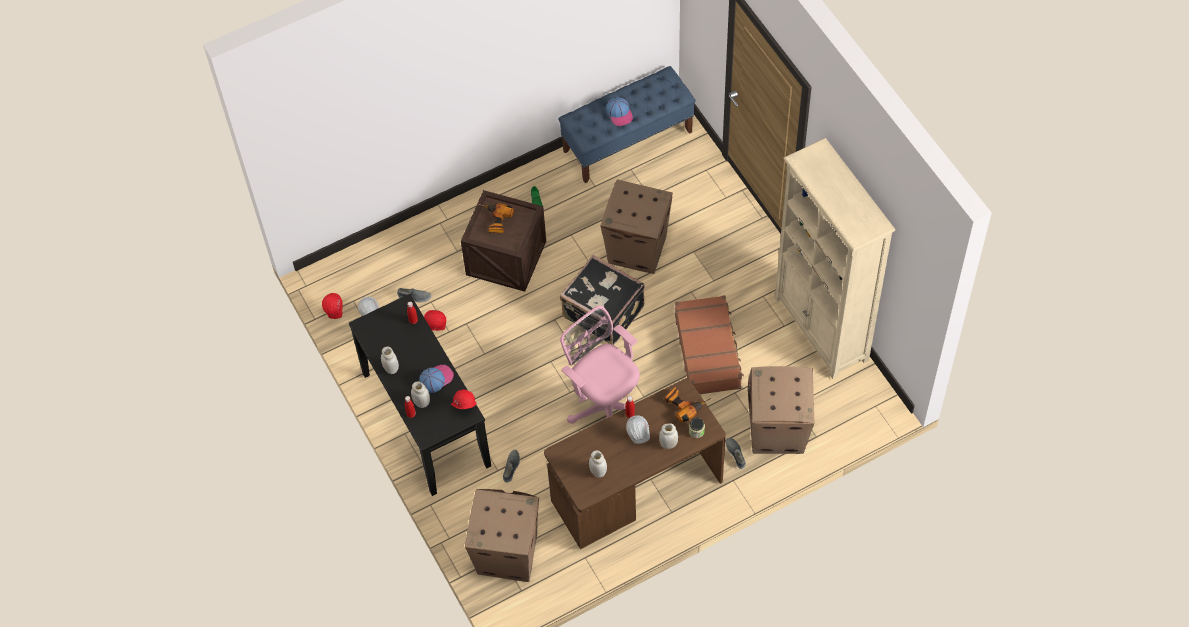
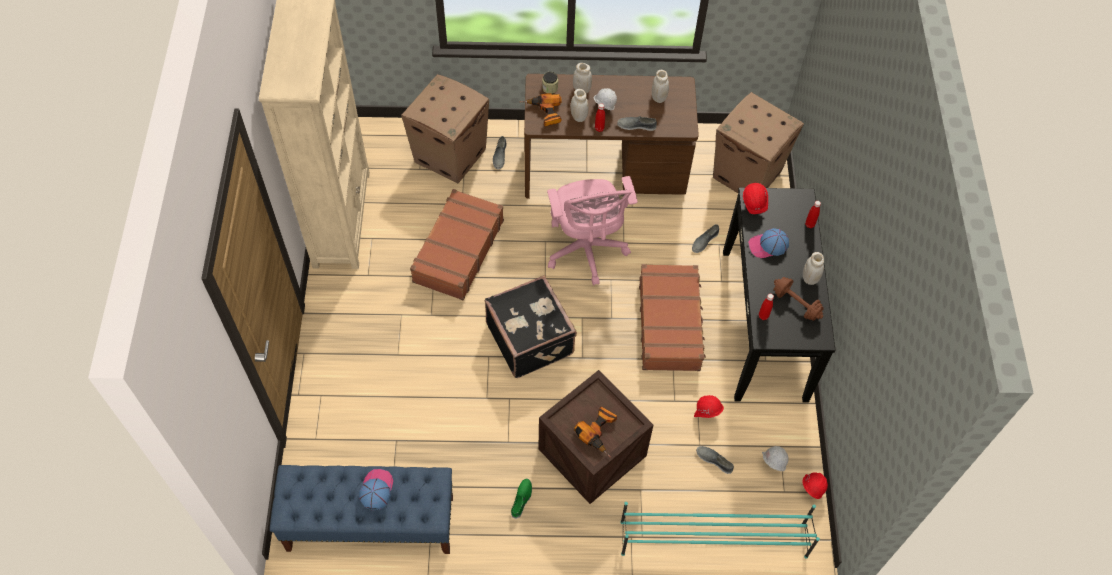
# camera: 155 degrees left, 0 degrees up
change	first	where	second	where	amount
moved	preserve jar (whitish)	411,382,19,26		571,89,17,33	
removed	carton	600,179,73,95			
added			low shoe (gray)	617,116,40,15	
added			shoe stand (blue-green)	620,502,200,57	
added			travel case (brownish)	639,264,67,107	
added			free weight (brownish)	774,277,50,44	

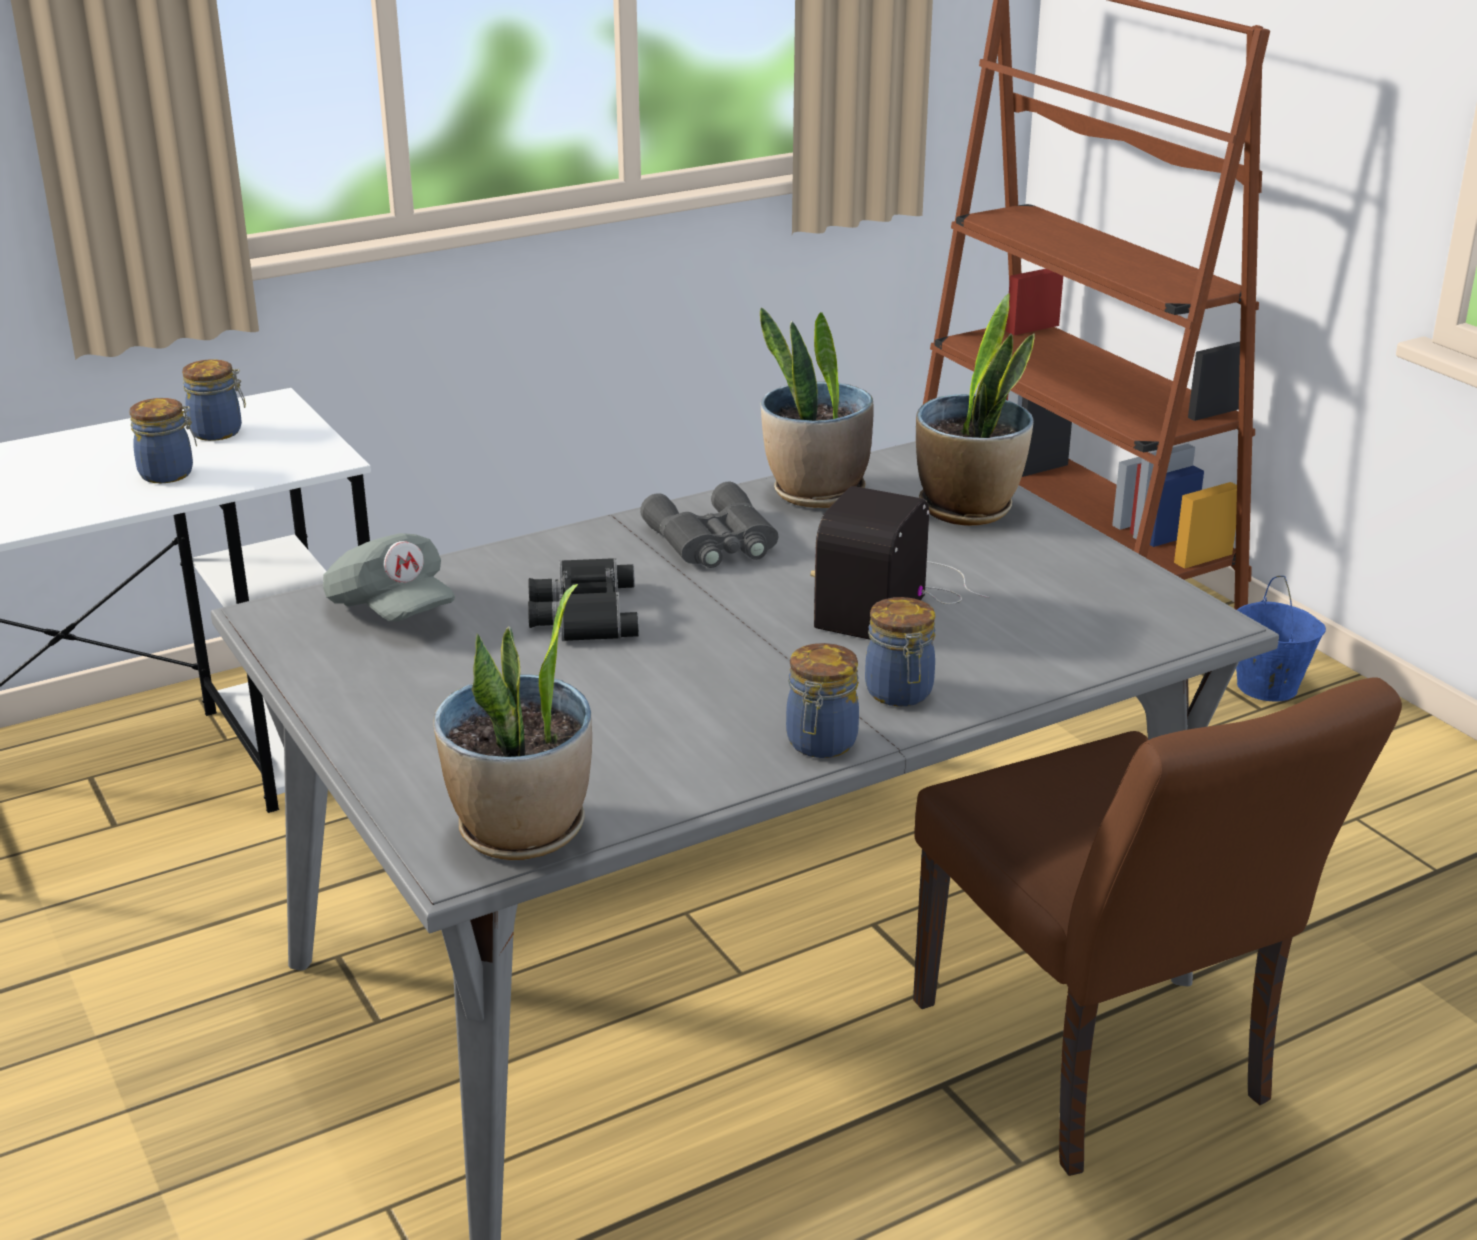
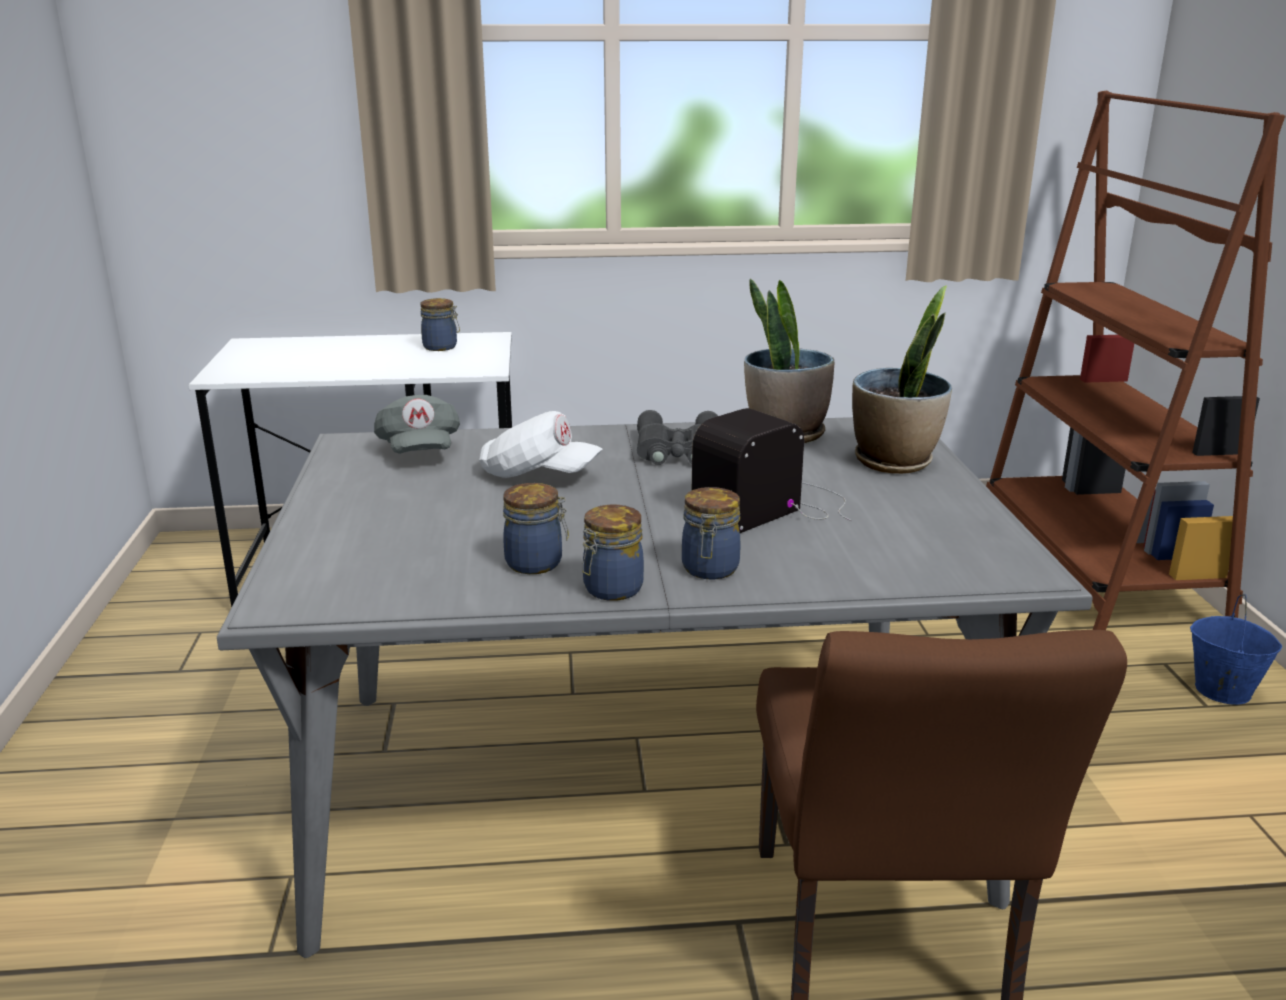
# camera: 25 degrees right, 5 degrees down
change	first	where	second	where	amount
moved	preserve jar	129,398,68,85		503,483,66,91	
removed	houseplant	433,584,159,276			
replaced	pair of binoculars (black)	528,558,111,83	cap (whitish)	479,411,124,67	

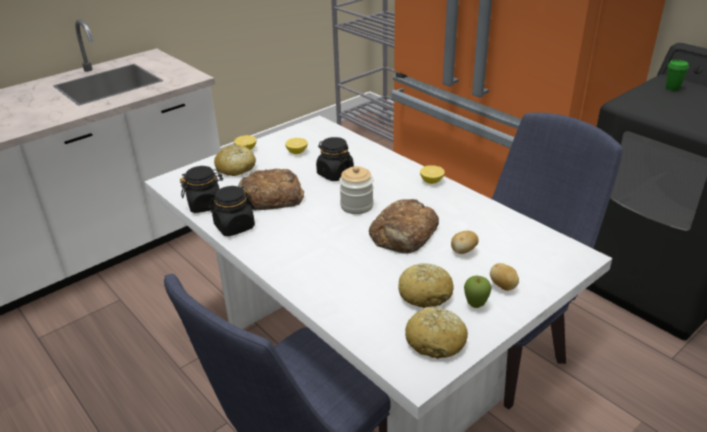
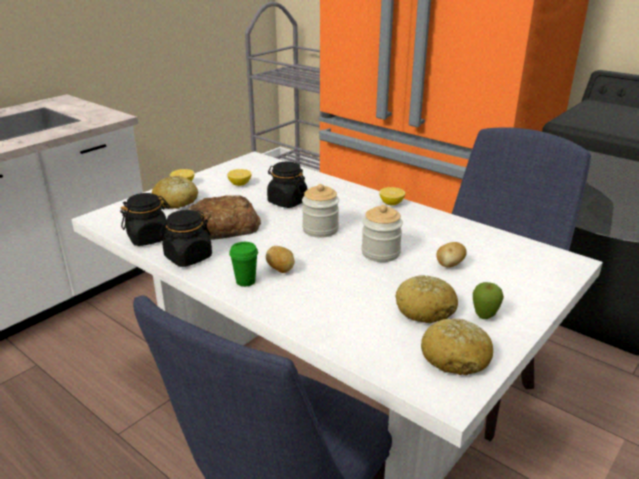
# camera: 10 degrees left, 5 degrees down
change	first	where	second	where	amount
replaced	baked bread	369,199,70,55	preserve jar	361,205,42,57	
moved	potato	490,263,29,28		266,246,29,27	
moved	cup (greenish)	666,60,23,31		229,242,29,45	

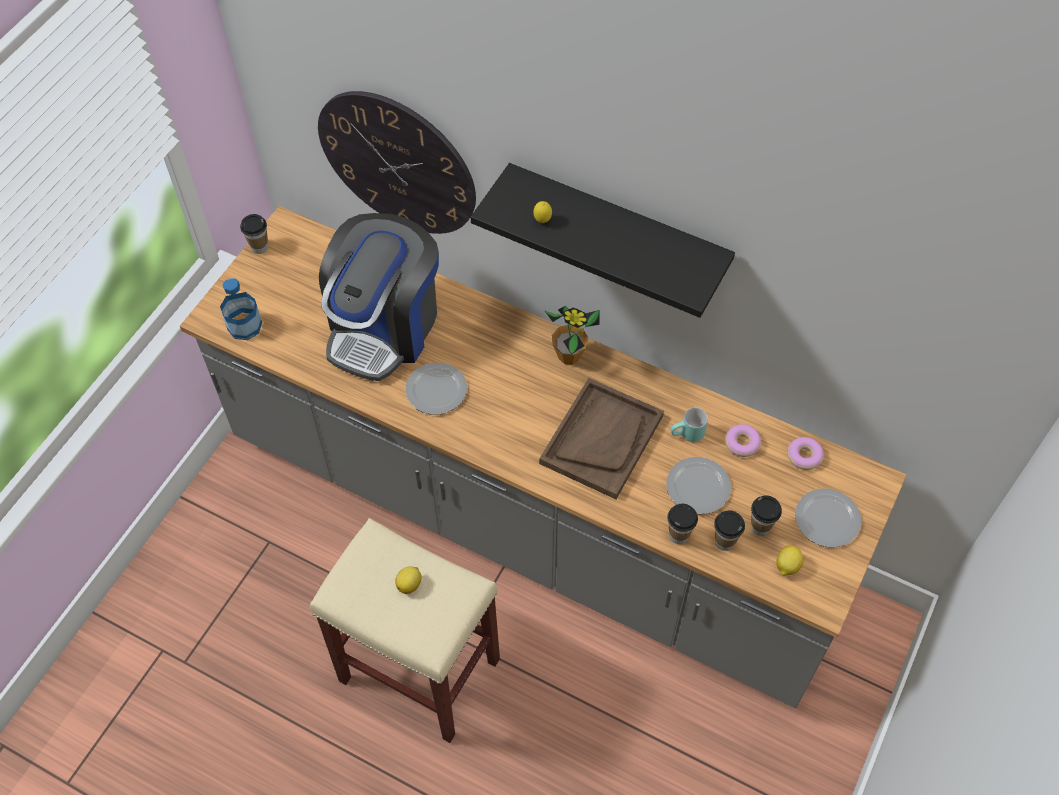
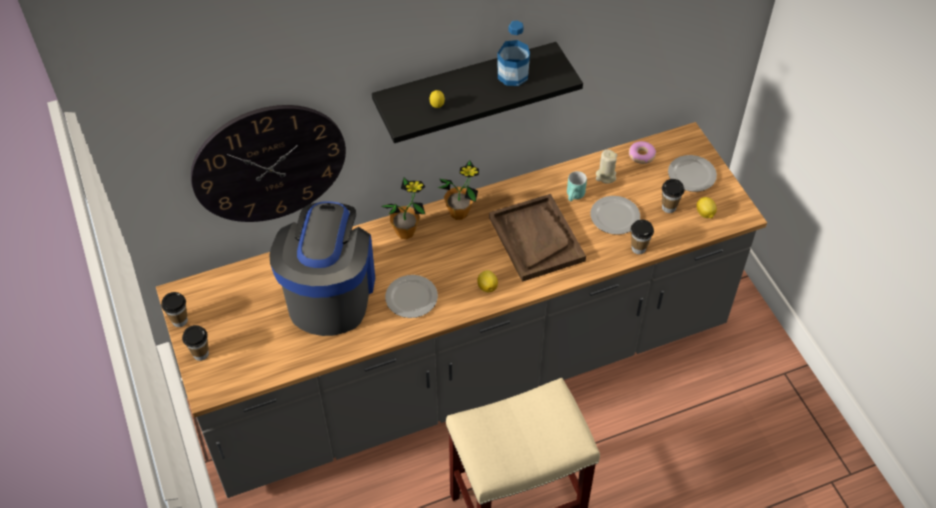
# camera: 50 degrees left, 5 degrees down
change	first	where	second	where	amount
moved	bottle	220,278,42,62		498,20,32,66	
turned	coffee machine	319,213,120,168		269,201,106,135	150 degrees counterclockwise
moved	citrus fruit	395,566,26,28		478,270,20,22	
moved	cup	714,510,31,41		182,325,27,36	
replaced	doughnut	725,424,36,33	wax light (beige-coloured)	596,149,21,35	
added			houseplant	381,178,44,61	

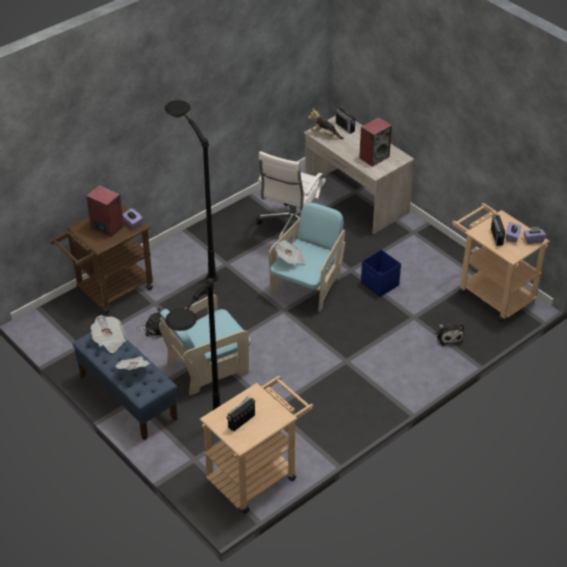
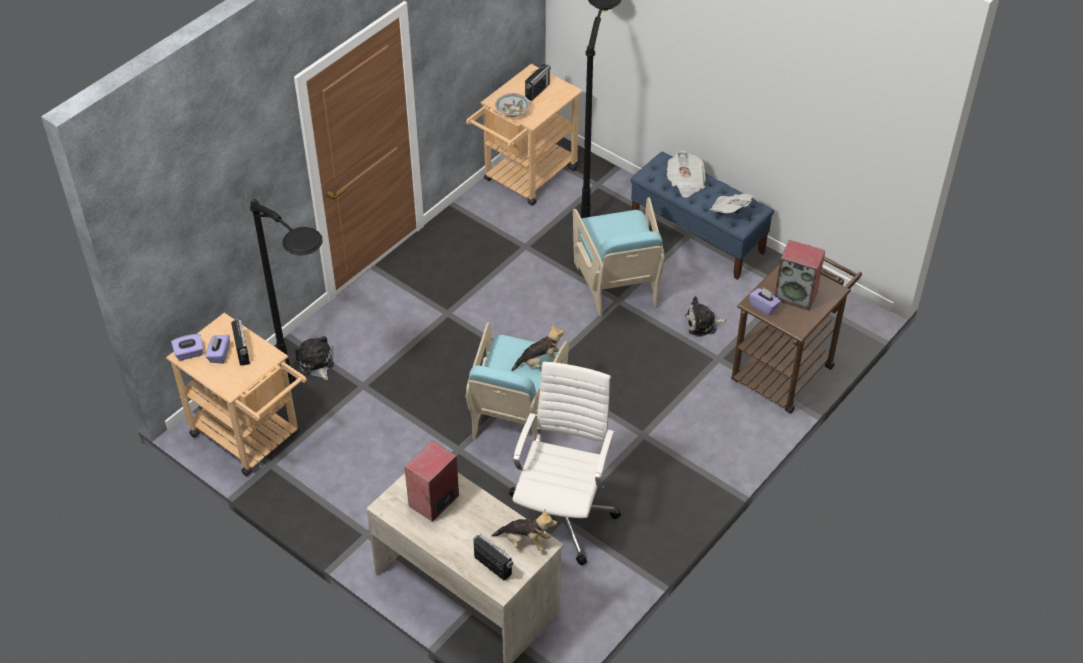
# camera: 170 degrees right, 5 degrees up
change	first	where	second	where	amount
turned	armchair (blue-green)	159,294,92,101		573,197,91,120	120 degrees clockwise
moved	standing lamp (black)	165,100,53,182		250,199,73,185	
replaced	printed paper	273,240,33,25	plush toy	511,324,53,47	
removed	storage bin (bluish)	361,249,40,48			
added			serving bowl	495,93,35,24	

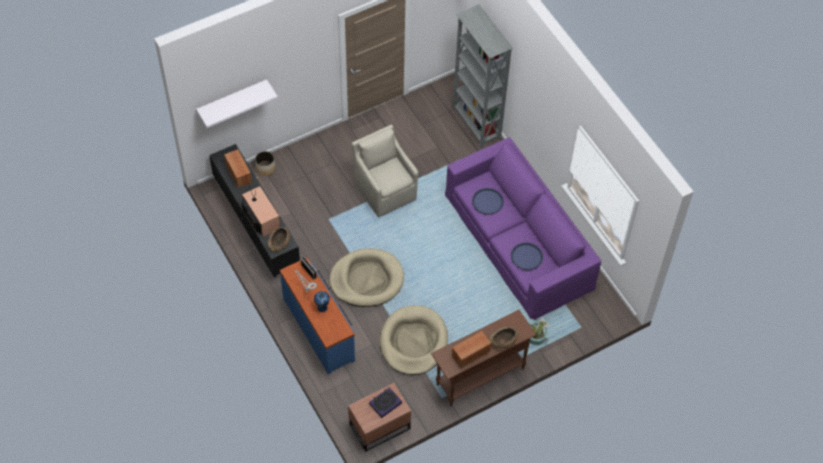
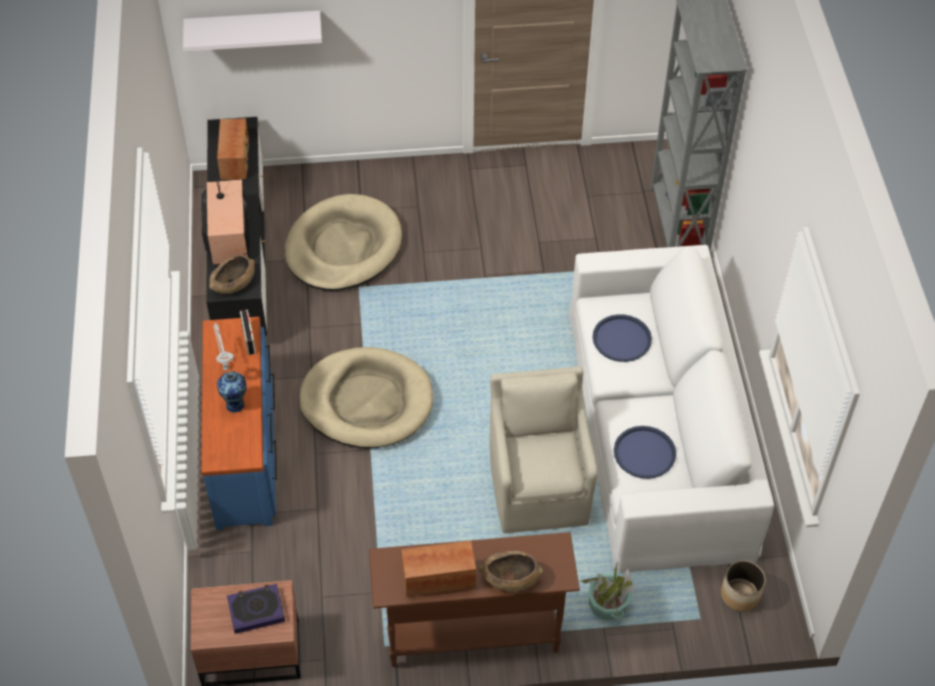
# camera: 25 degrees right, 5 degrees down
change	first	where	second	where	amount
moved	flower pot	255,151,20,25		721,561,45,51	
moved	armchair (beige-coloured)	352,125,66,92		490,366,108,167	
moved	dog bed (beige-coloured)	380,305,68,70		285,194,117,97	
recoloured	settee (purple)	445,137,156,183	settee (whitish)	568,245,206,329	

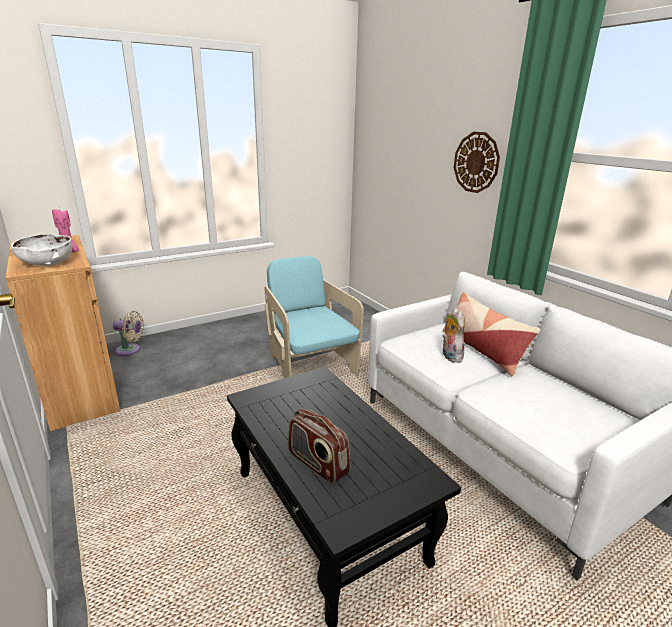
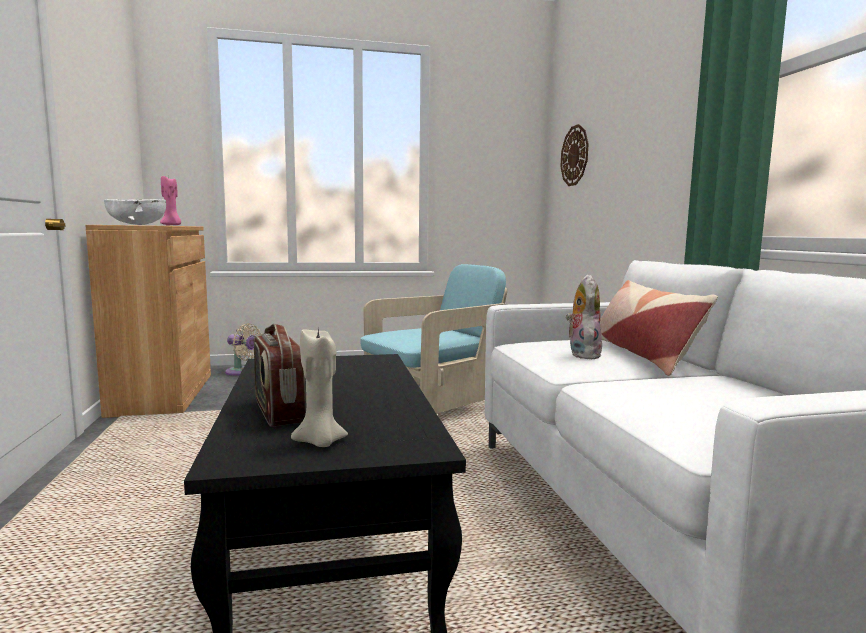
# camera: 20 degrees right, 15 degrees down
change	first	where	second	where	amount
turned	armchair (blue-green)	265,256,99,122		360,264,147,150	60 degrees clockwise
moved	hanging clock	454,132,46,61		560,124,29,62	
added			wax light (beige-coloured)	291,328,57,119	

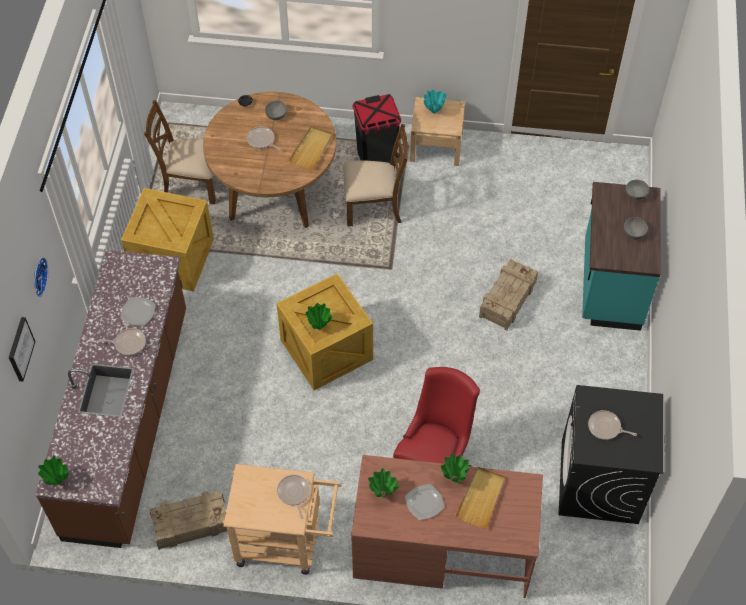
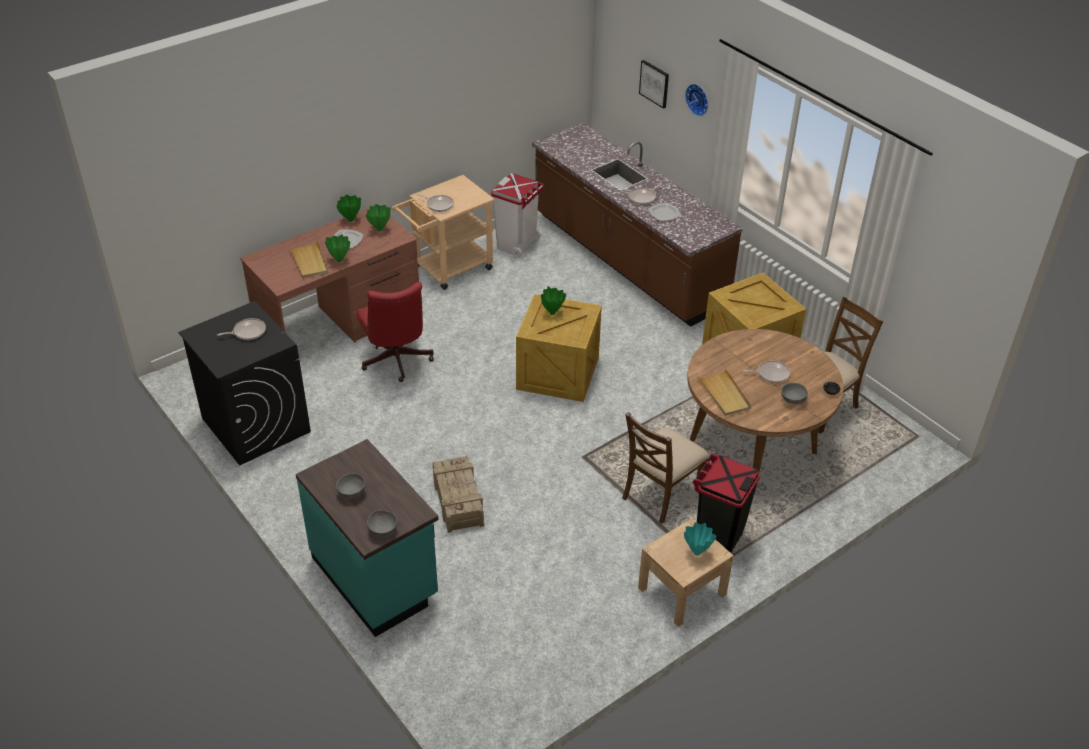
# camera: 135 degrees right, 15 degrees down
change	first	where	second	where	amount
moved	flower vase (greenish)	38,456,31,29		336,195,25,27	
replaced	crate	149,491,78,59	trash can (whitish)	491,173,53,84	

